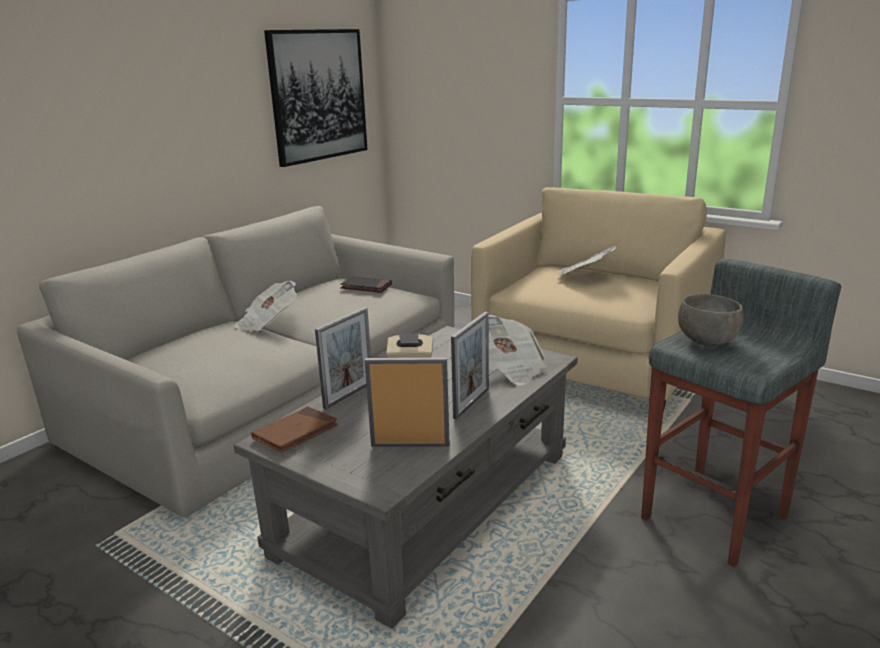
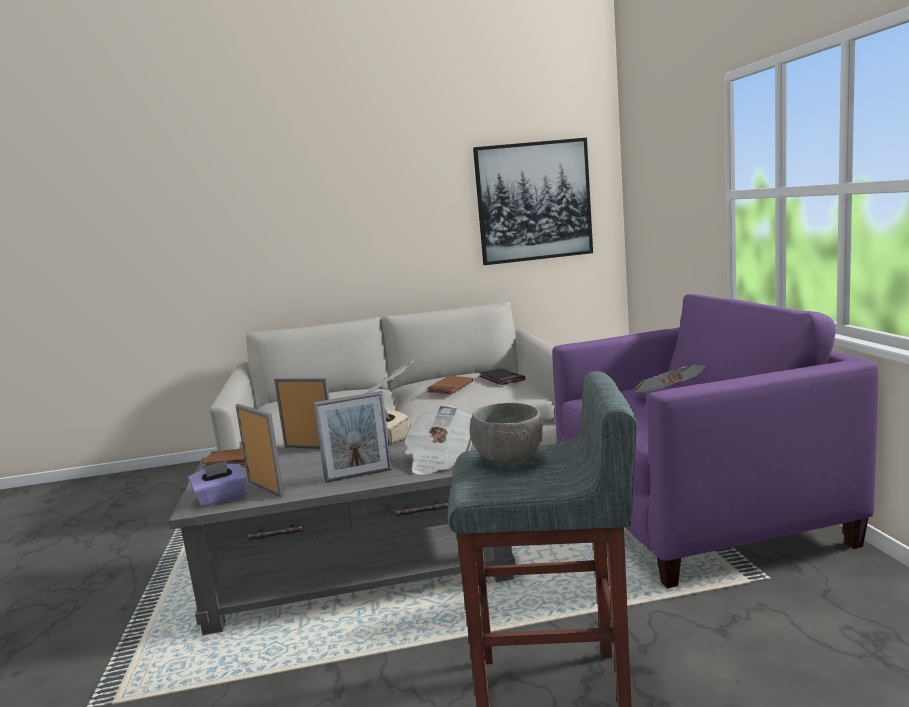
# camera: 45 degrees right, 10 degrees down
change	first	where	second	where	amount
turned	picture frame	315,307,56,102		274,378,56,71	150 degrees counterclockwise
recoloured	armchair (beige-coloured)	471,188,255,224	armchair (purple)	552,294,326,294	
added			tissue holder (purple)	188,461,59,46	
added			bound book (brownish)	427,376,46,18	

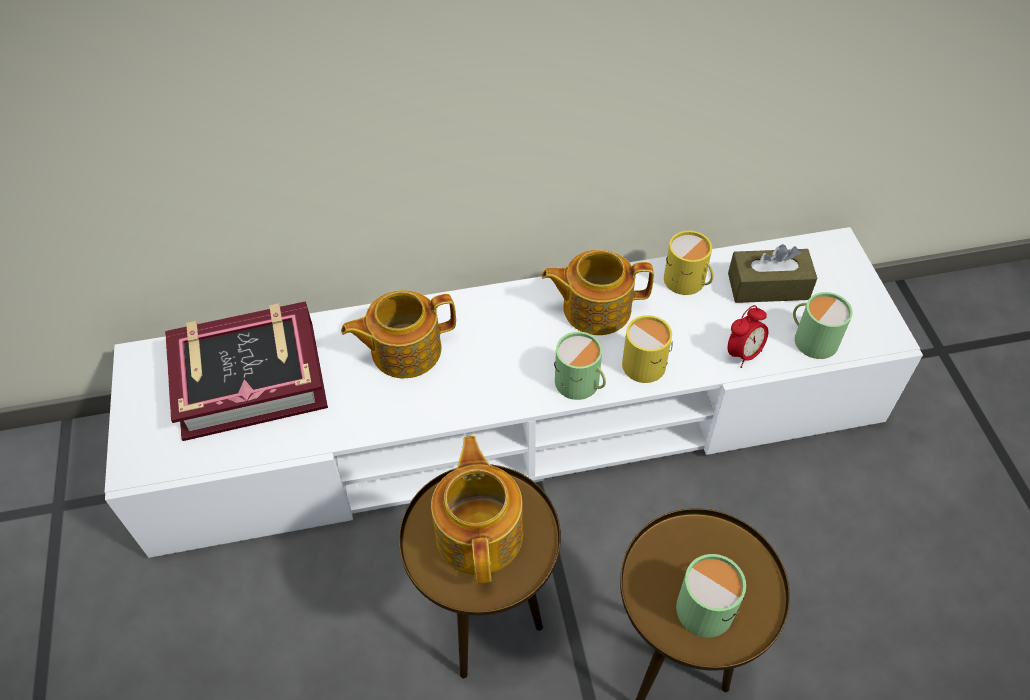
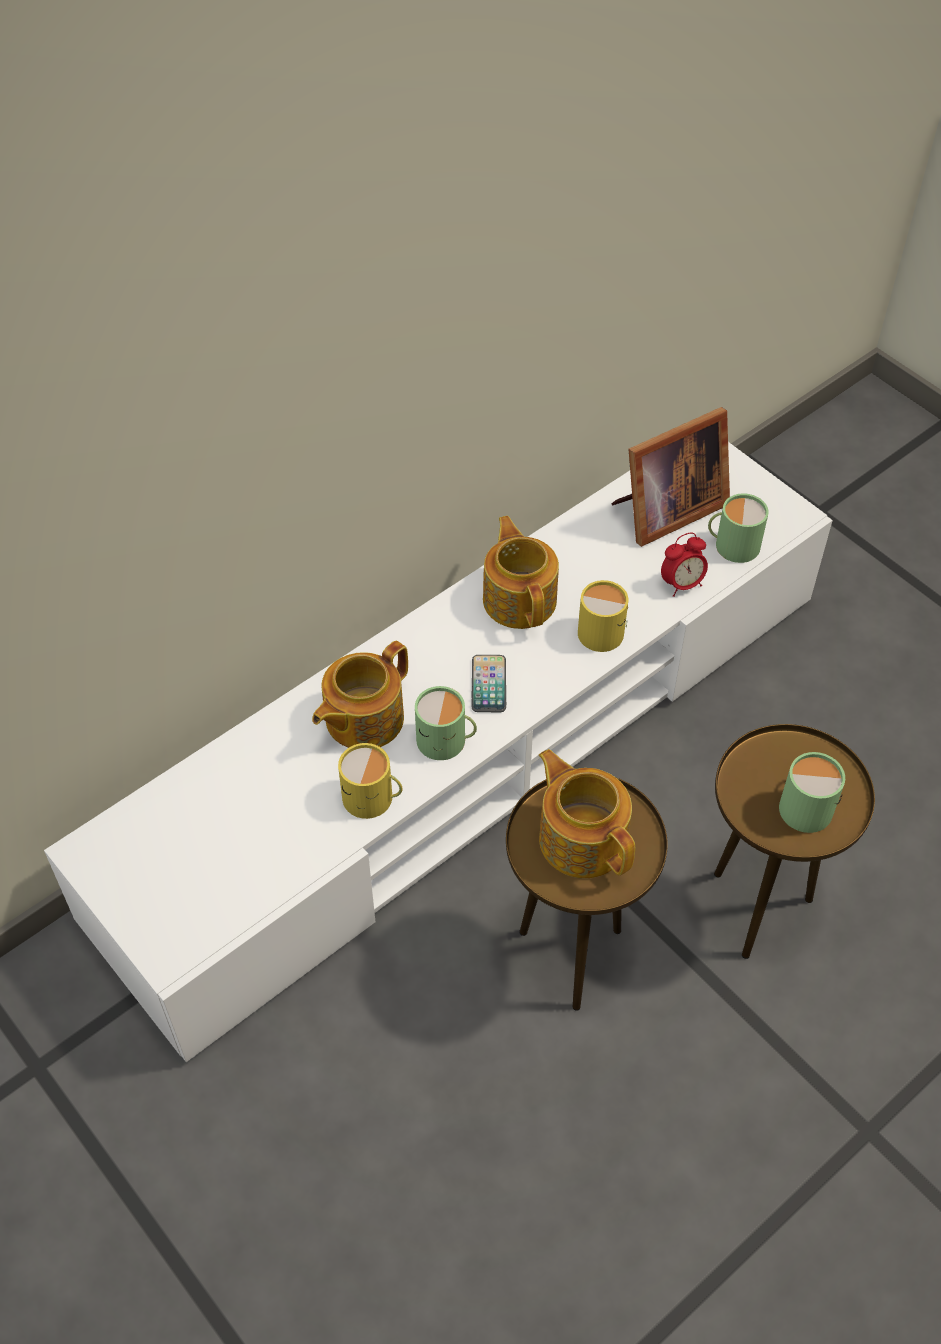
# camera: 30 degrees left, 0 degrees up
change	first	where	second	where	amount
removed	bound book	165,301,163,140			
turned	tea pot	542,250,112,85		483,516,76,113	105 degrees clockwise
moved	tea mug (greenish)	554,332,52,68		415,686,62,74	
moved	tea mug (yellow)	664,231,50,64		338,743,64,76	
replaced	tissue holder (brownish)	728,244,89,59	picture frame	612,407,118,140	
turned	bedside clock	728,305,40,63		661,532,47,65	45 degrees clockwise
added			telephone	471,655,35,57	

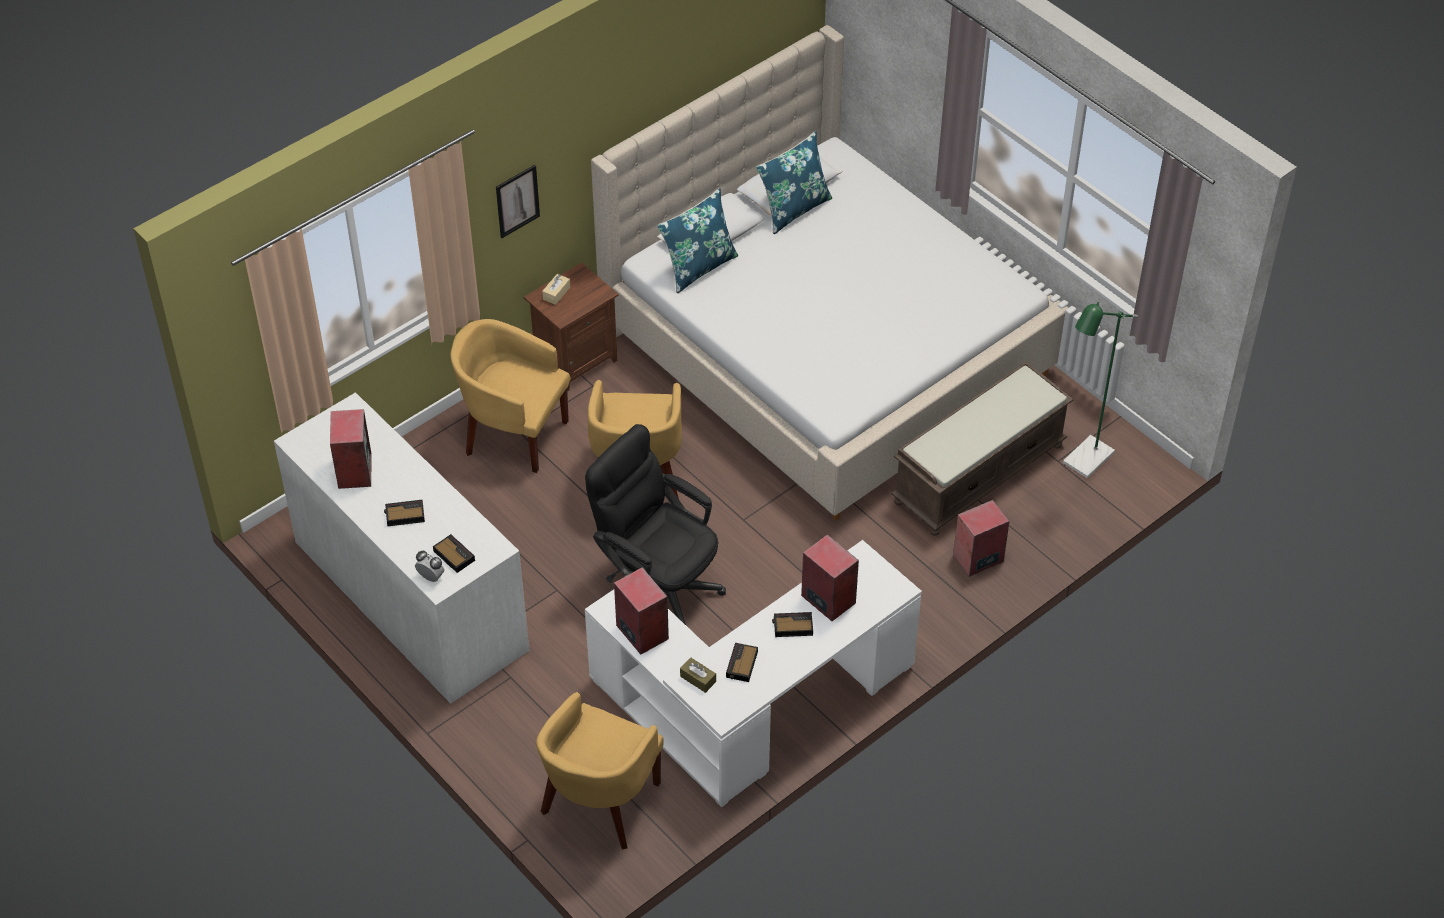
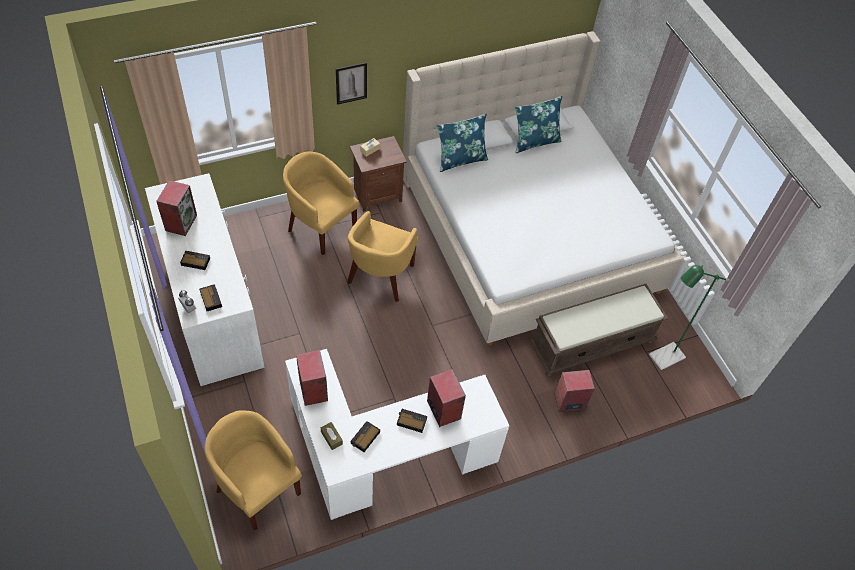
# camera: 15 degrees right, 5 degrees up
change	first	where	second	where	amount
turned	armchair (yellow)	536,692,128,158		205,410,97,121	90 degrees clockwise
removed	office chair (black)	585,424,141,201			

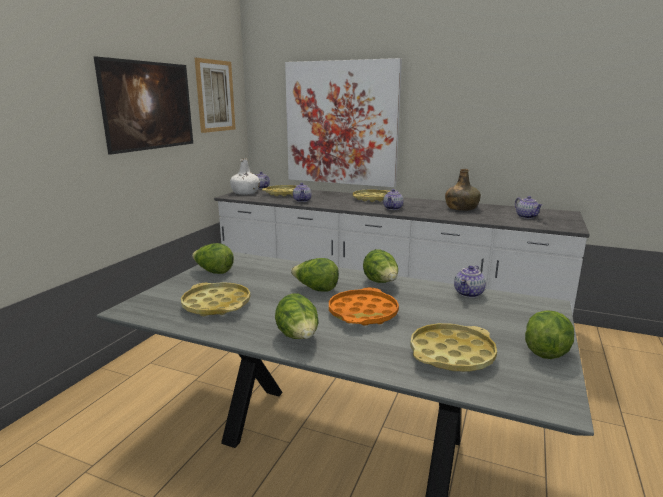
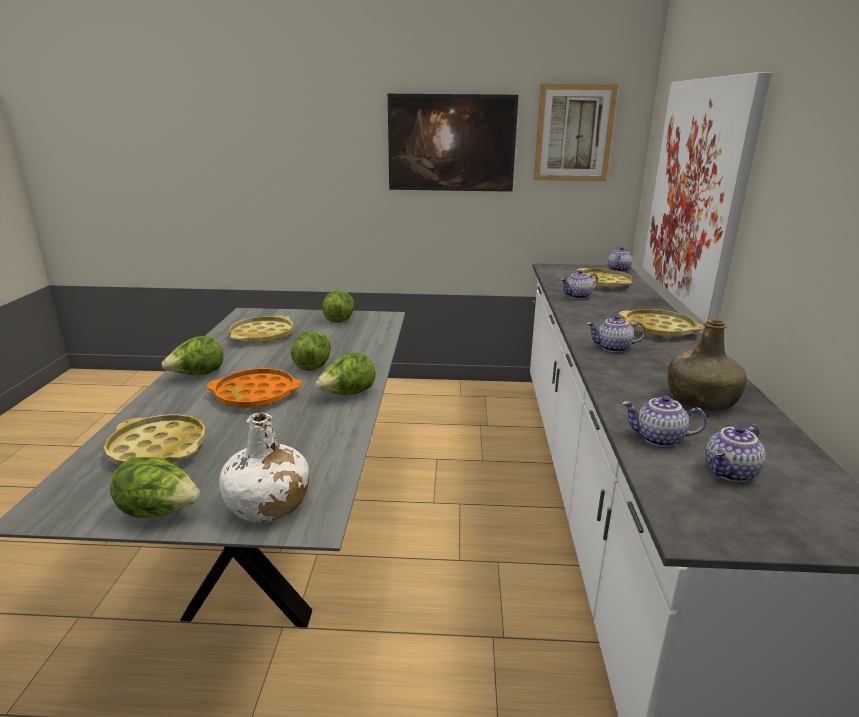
# camera: 70 degrees right, 5 degrees up
change	first	where	second	where	amount
moved	bottle (whitish)	230,159,30,36		219,413,90,110	
moved	tea pot	454,265,32,33		622,395,85,52	

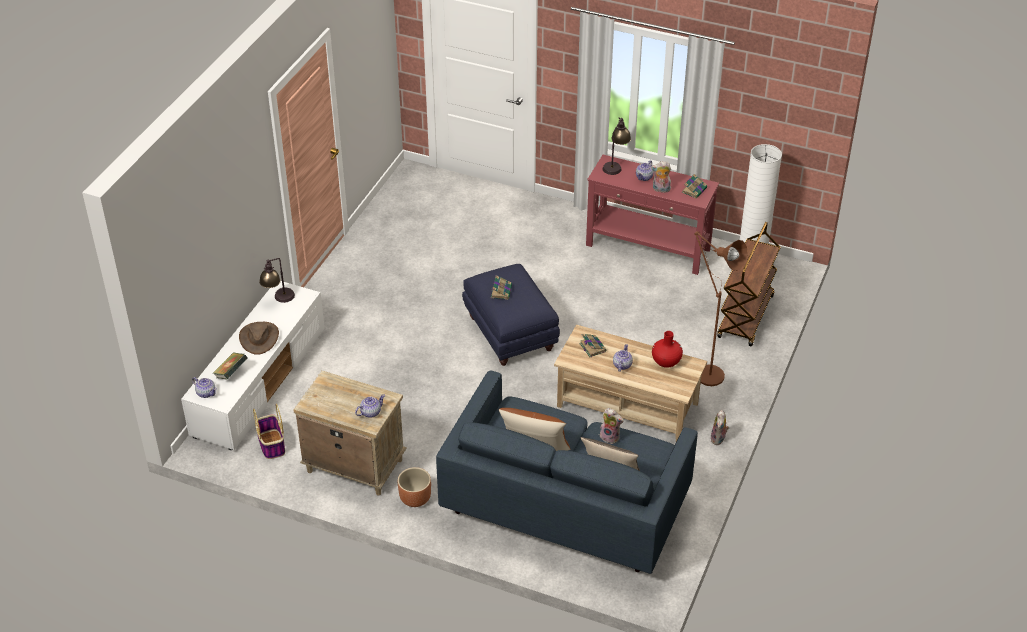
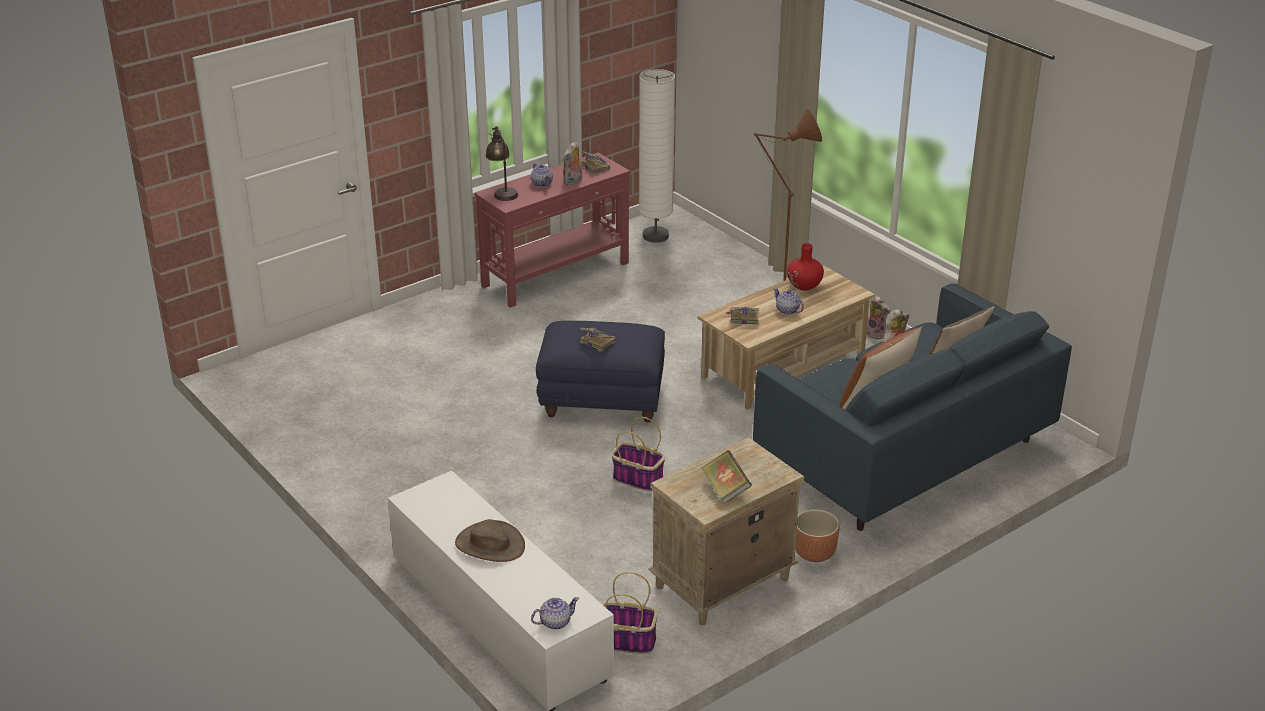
# camera: 60 degrees left, 10 degrees down
change	first	where	second	where	amount
moved	bound book	213,353,34,27		701,450,51,54	
removed	lamp for a table	259,258,36,45			
removed	tea pot	355,394,30,24			
removed	trolley (brownish)	717,222,63,125			
added			storage basket	612,417,53,75	

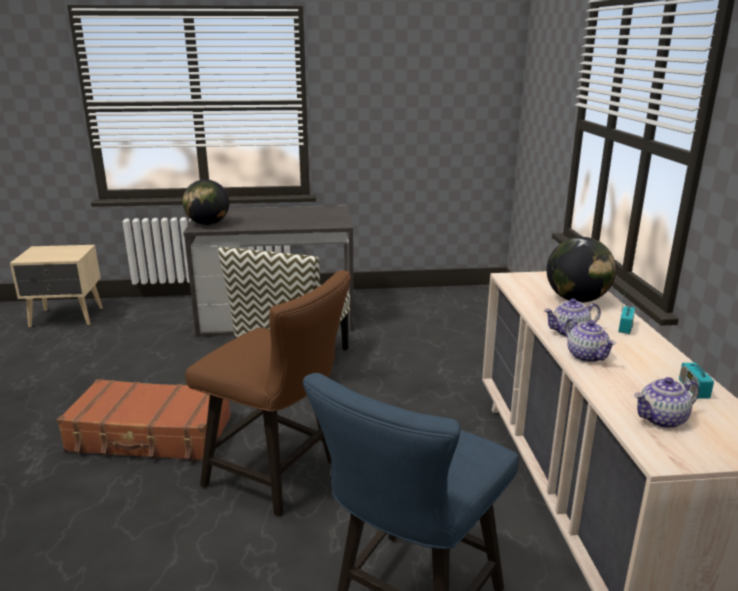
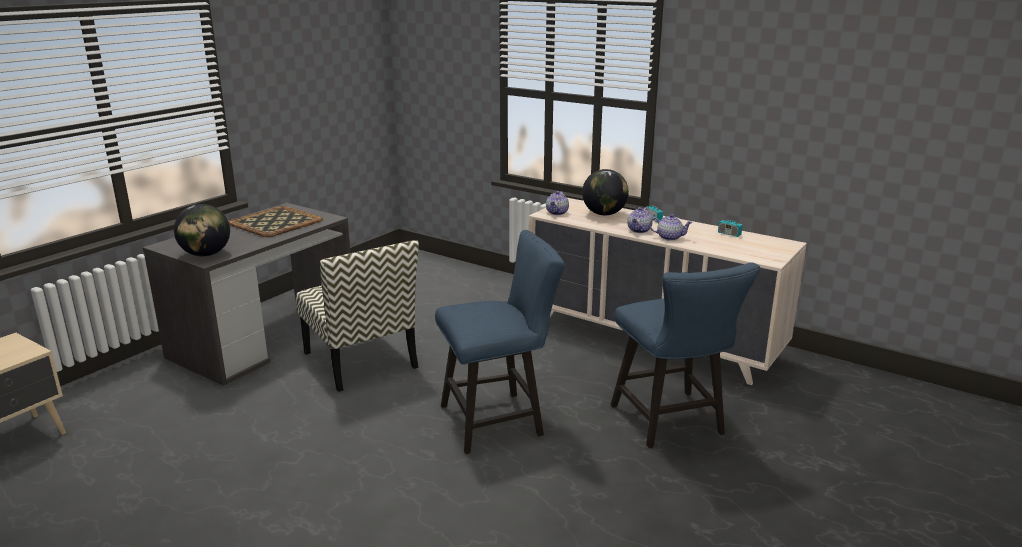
# camera: 50 degrees left, 0 degrees up
change	first	where	second	where	amount
removed	travel case (brownish)	57,379,174,82			
recoloured	plain chair (brownish)	185,270,166,247	plain chair (bluish)	435,230,130,224	
moved	tea pot	634,377,65,51		546,191,23,24	
added			tray	228,206,95,31	

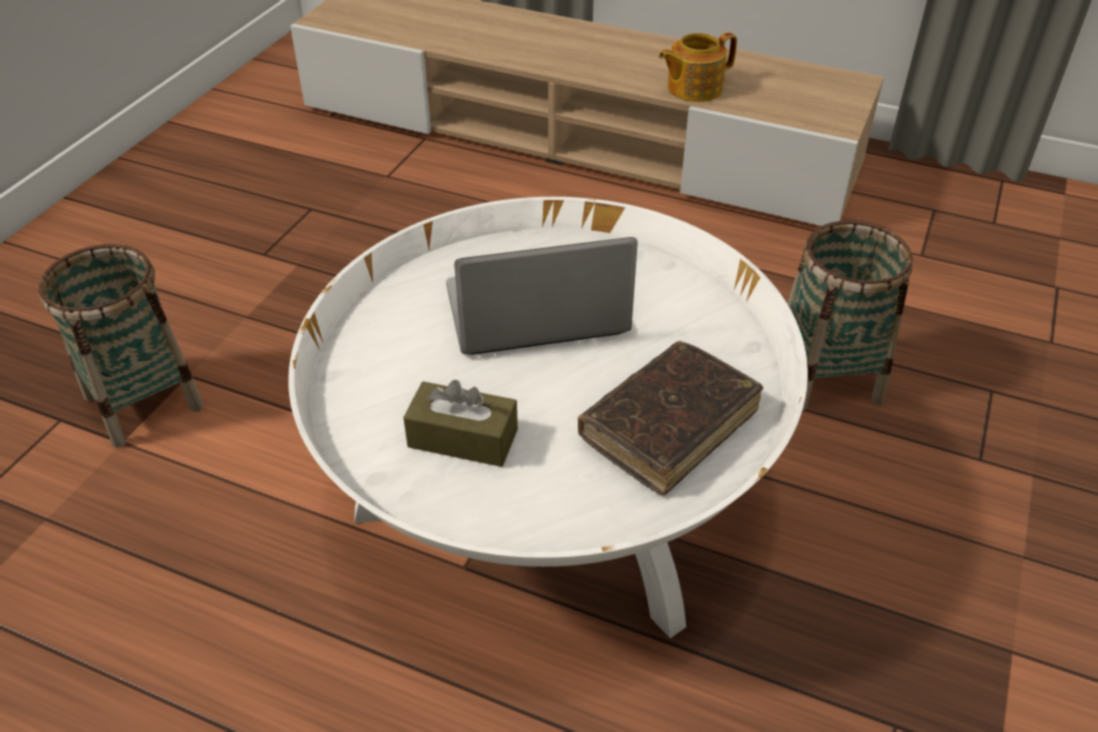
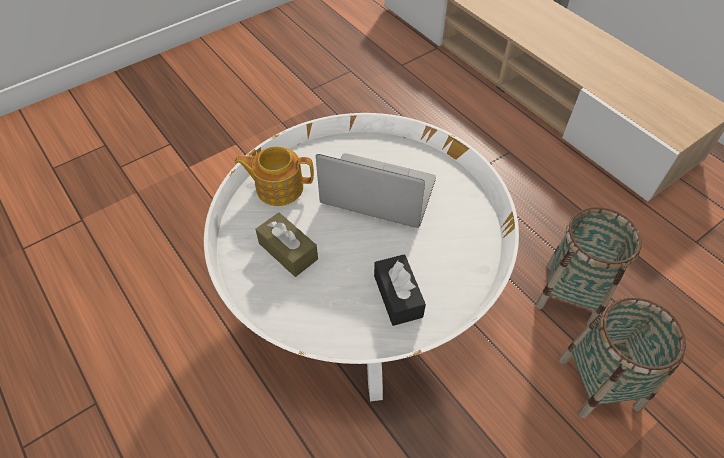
# camera: 30 degrees right, 10 degrees up
change	first	where	second	where	amount
moved	storage basket	39,244,165,204		559,298,127,121	
replaced	bound book (brownish)	578,341,185,154	tissue holder (black)	374,254,52,72	
moved	tea pot	659,32,78,70		235,146,79,60	

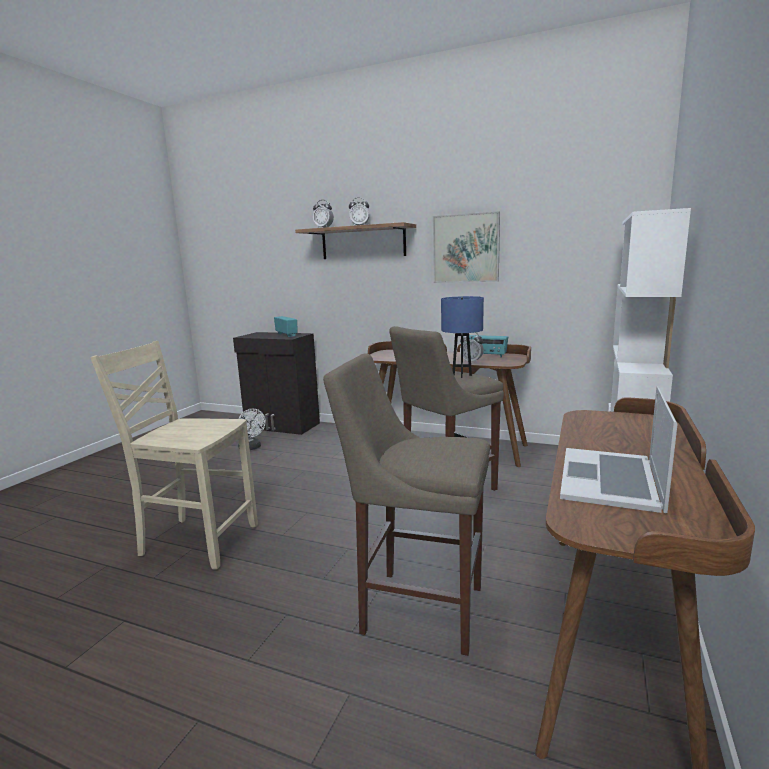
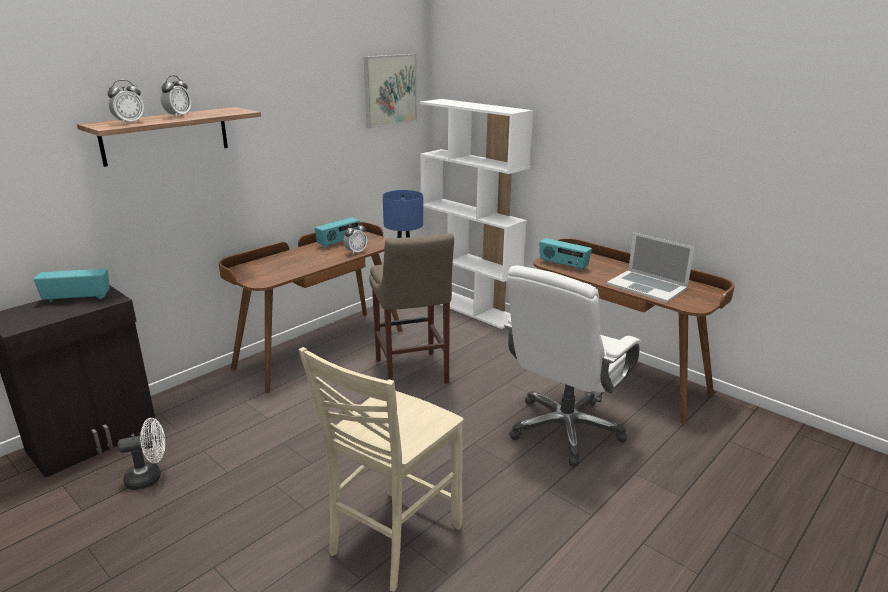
# camera: 70 degrees left, 10 degrees up
change	first	where	second	where	amount
replaced	stool (beige-coloured)	323,354,167,302	office chair (whitish)	504,266,137,200	
moved	picture	433,211,67,72		364,54,53,74	
added			radio receiver	540,238,52,33	

